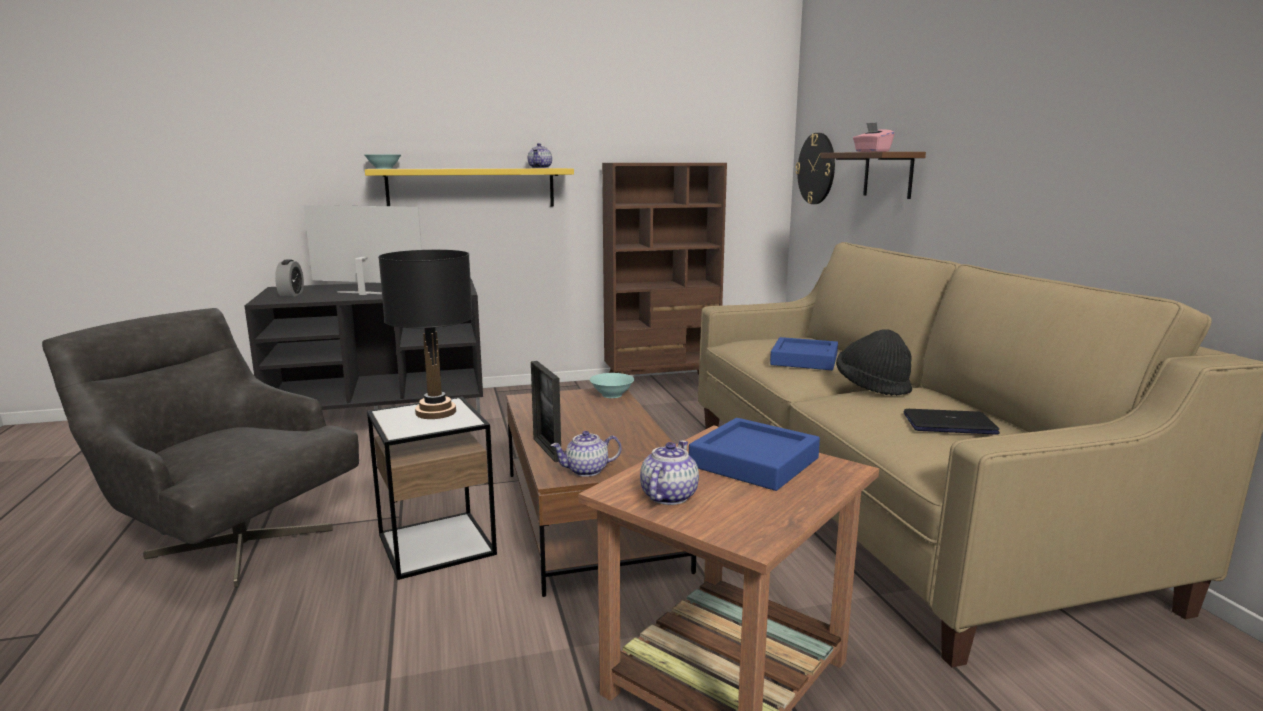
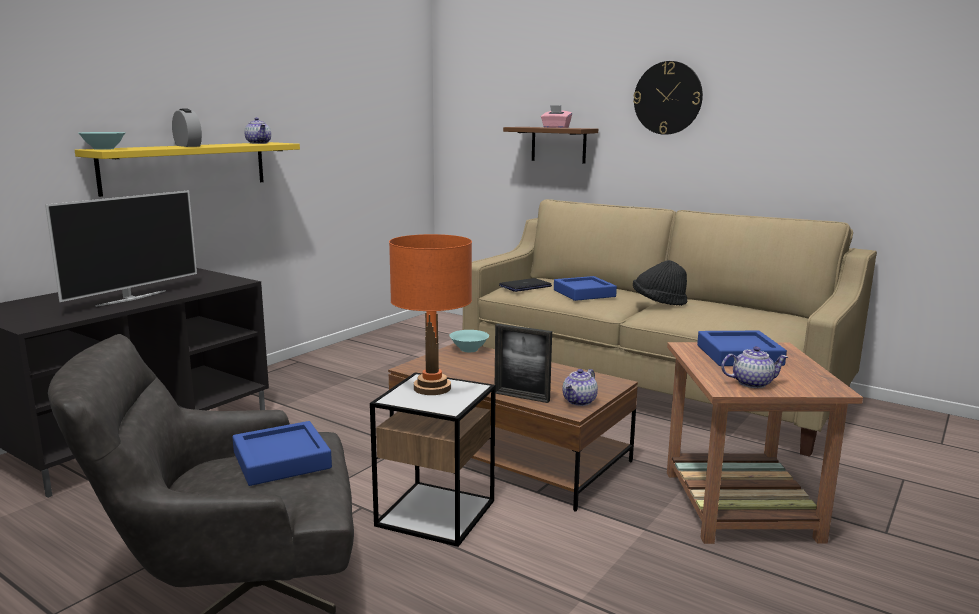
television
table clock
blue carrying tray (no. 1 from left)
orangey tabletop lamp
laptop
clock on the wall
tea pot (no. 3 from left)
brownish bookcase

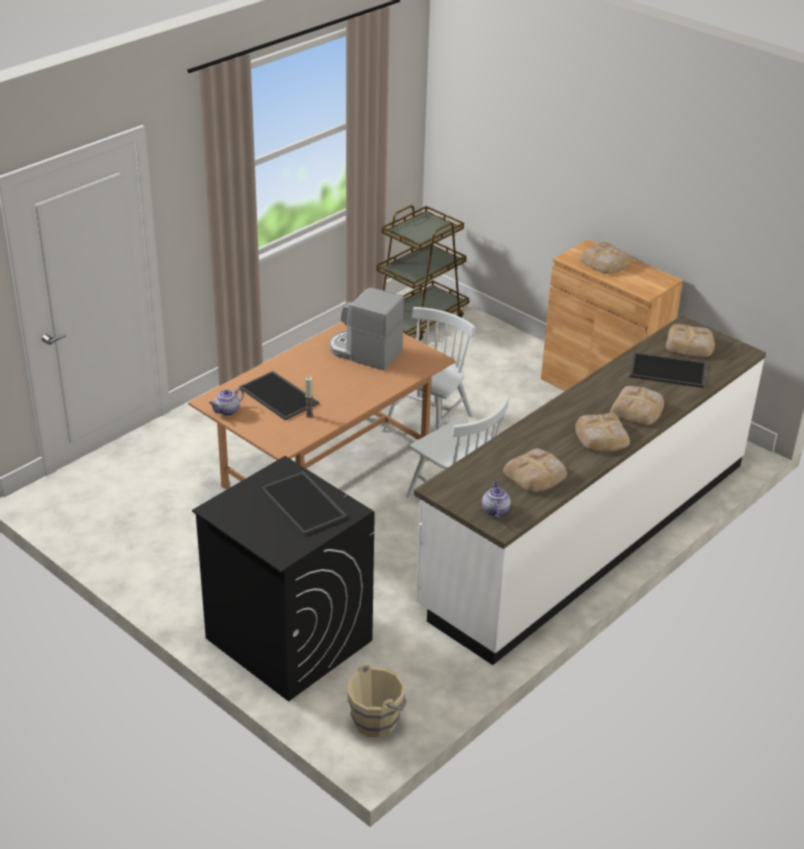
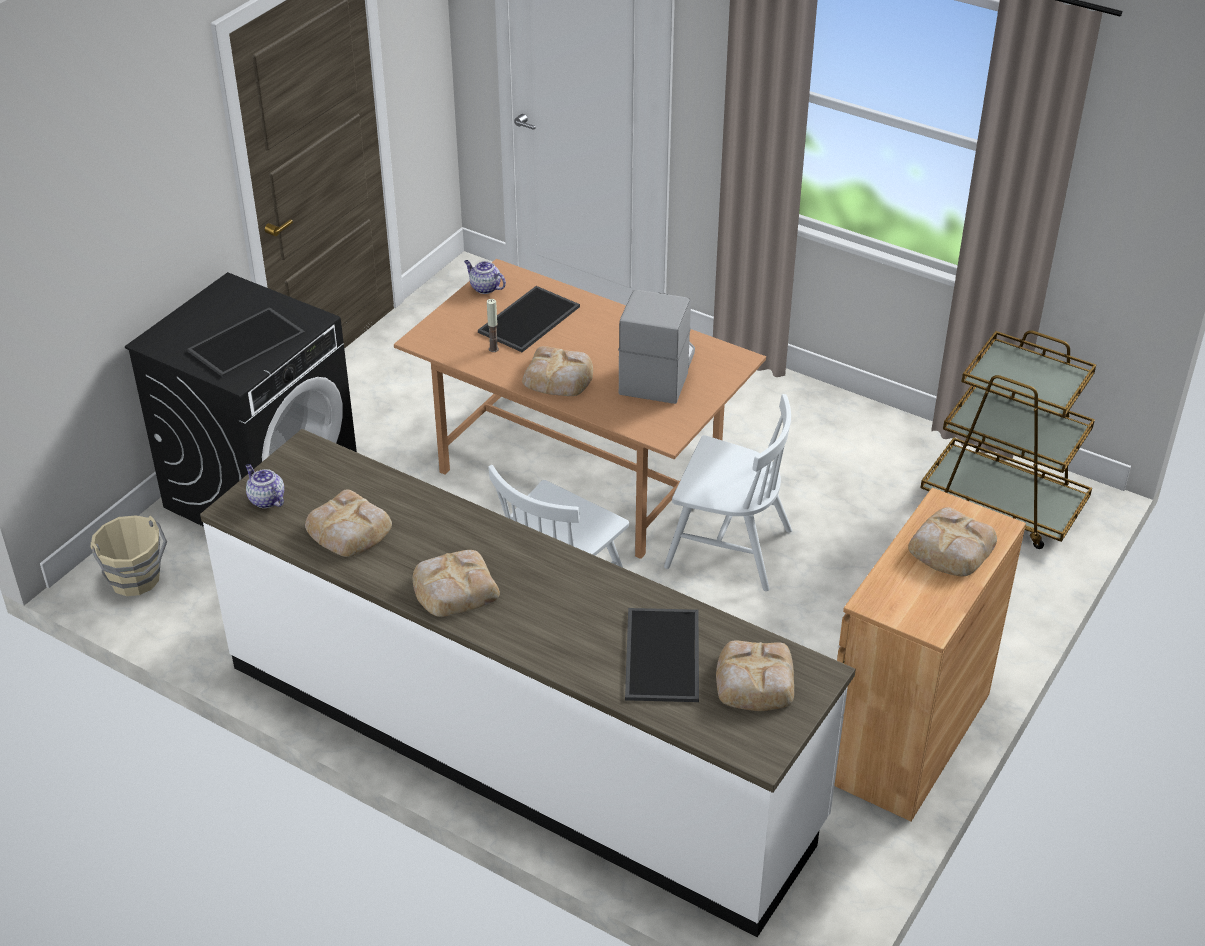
tea pot (no. 1 from left)
bread (no. 3 from left)

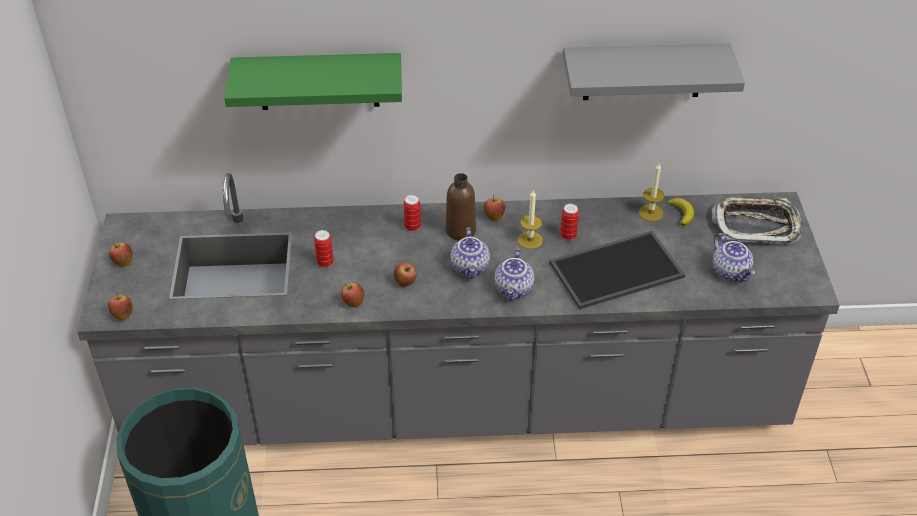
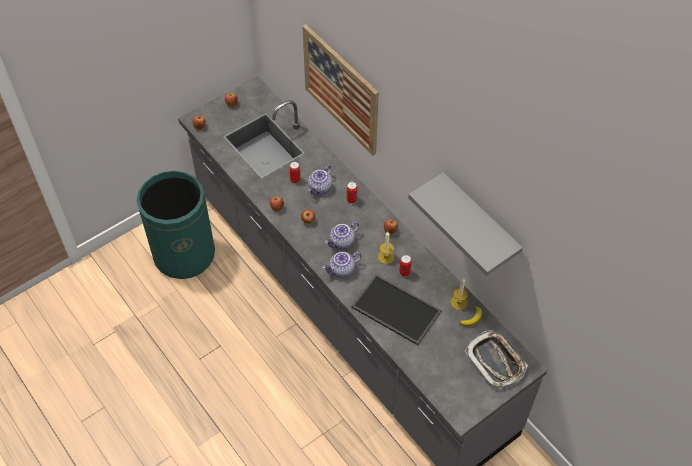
wall picture
tea pot (no. 1 from left)
brownish drink bottle

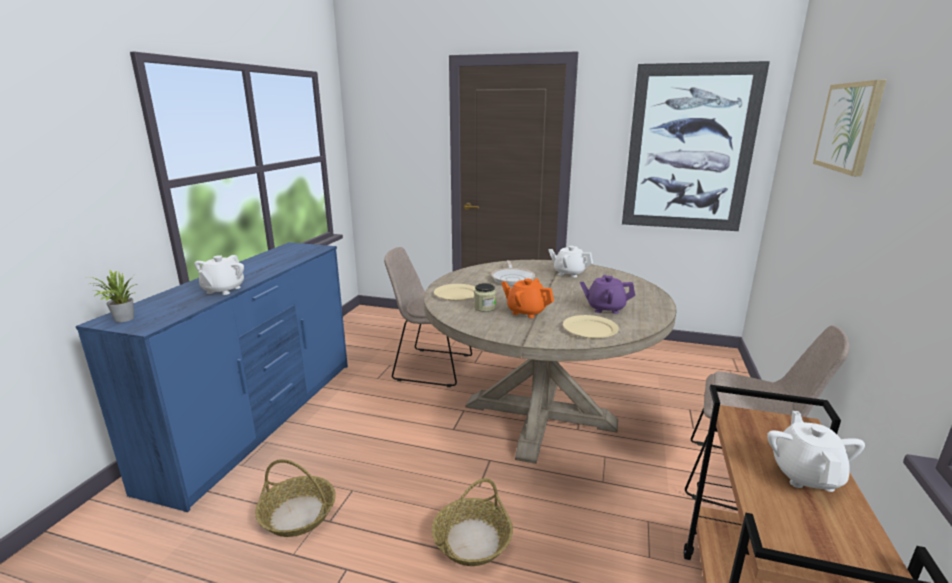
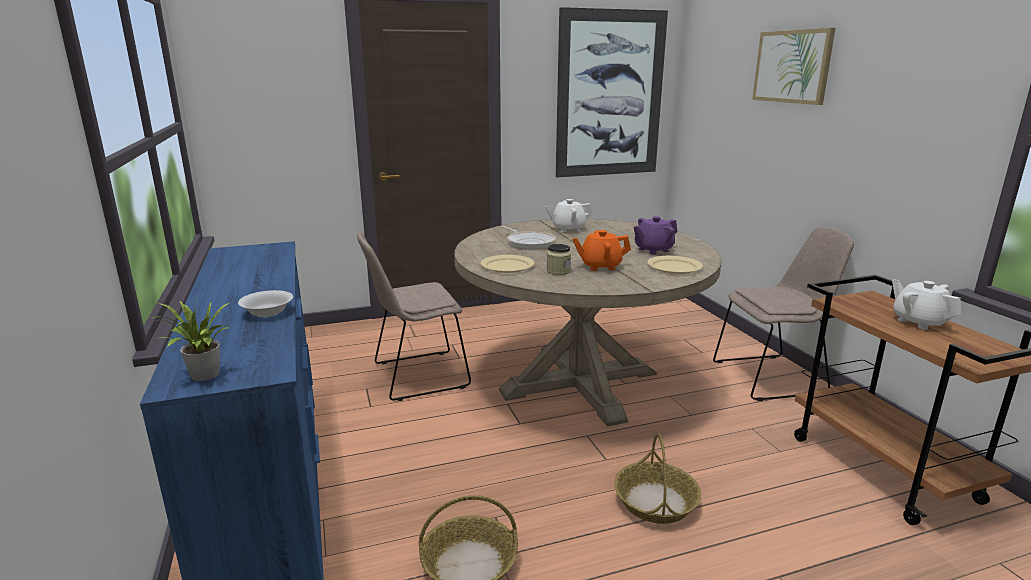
white serving bowl

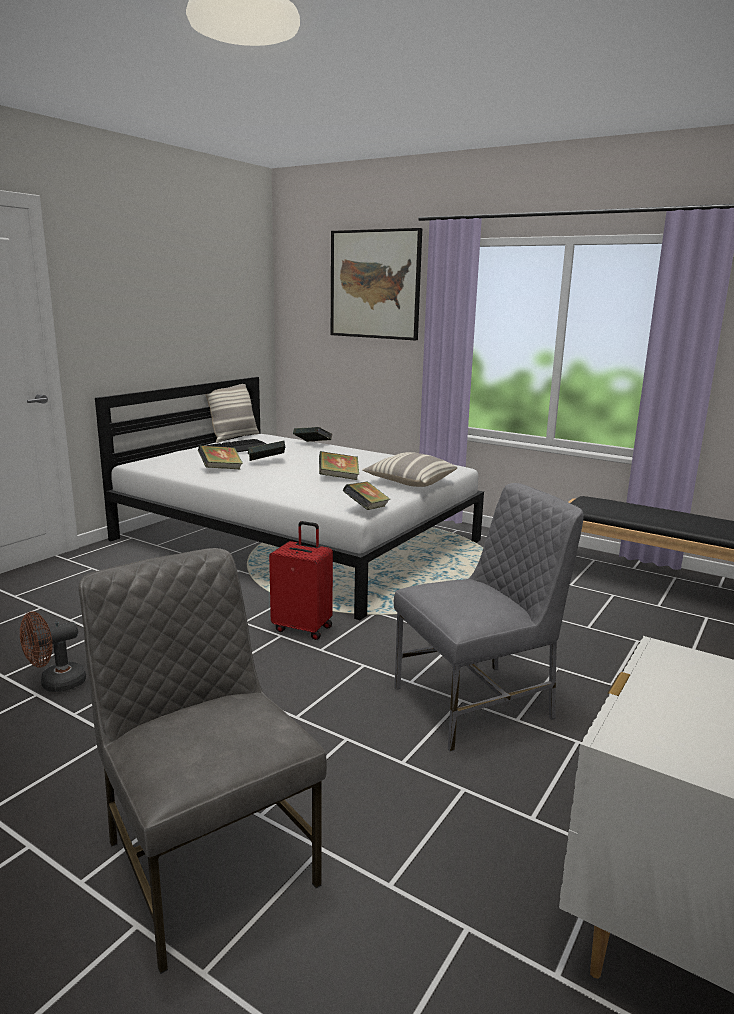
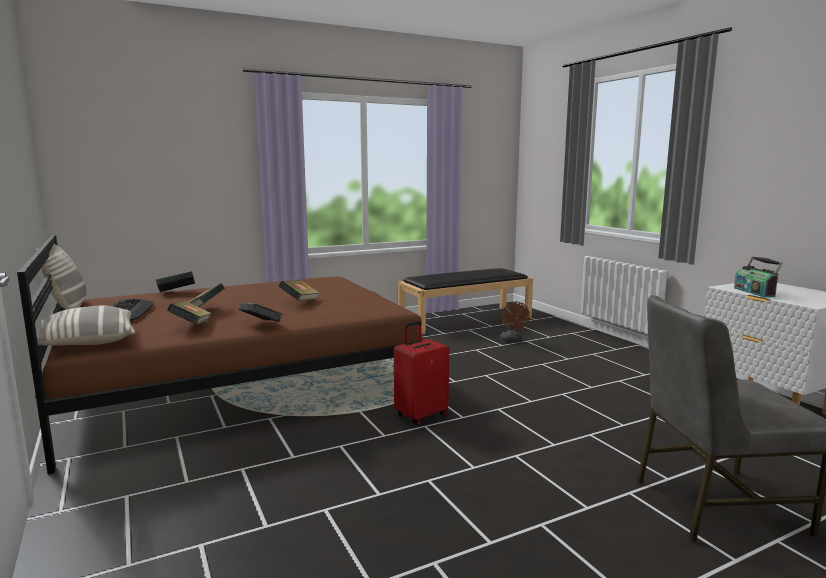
brownish sleeping bed
throw pillow (no. 2 from left)
book (no. 4 from left)
brownish cooling fan
radio set
wall picture
gray chair (no. 2 from left in the first image)

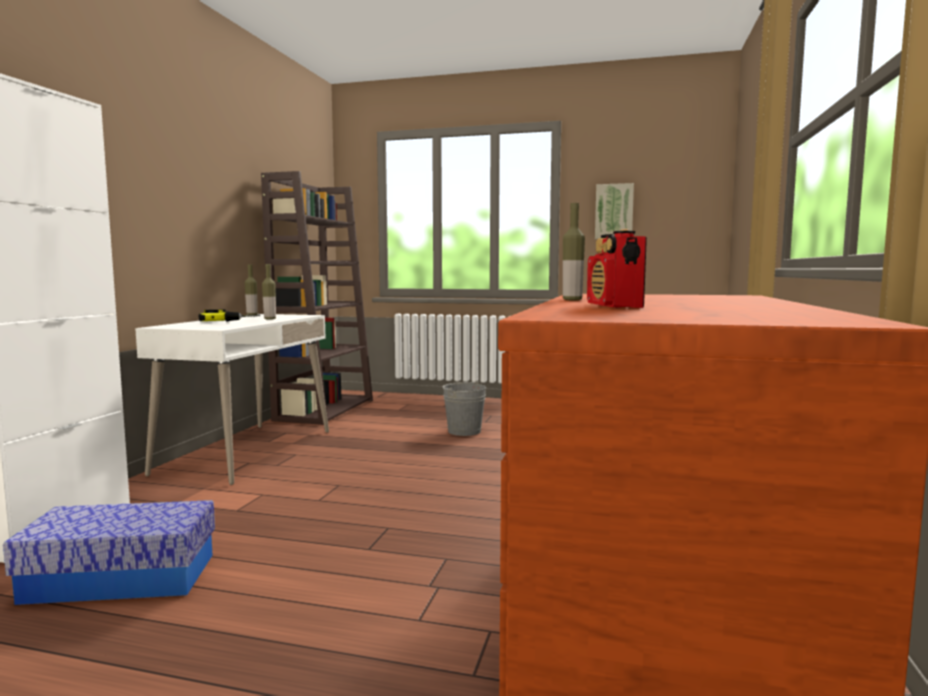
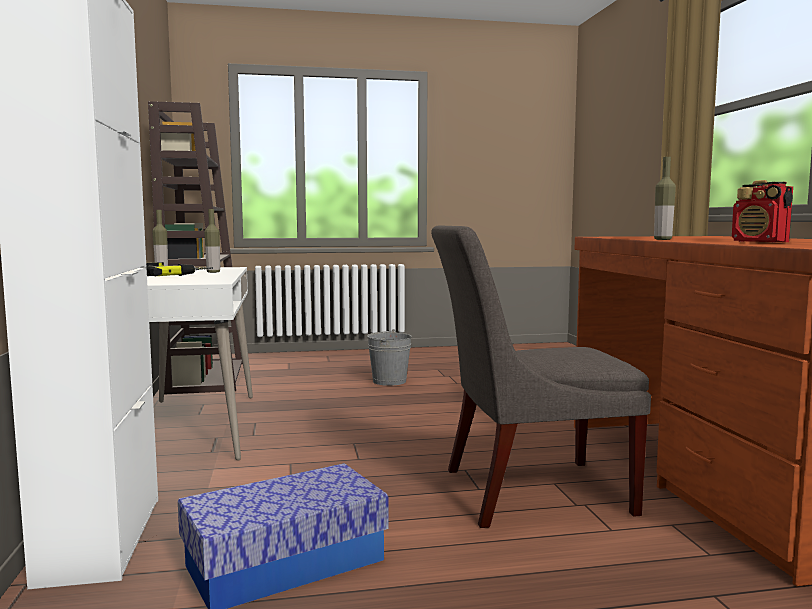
gray chair
wall picture

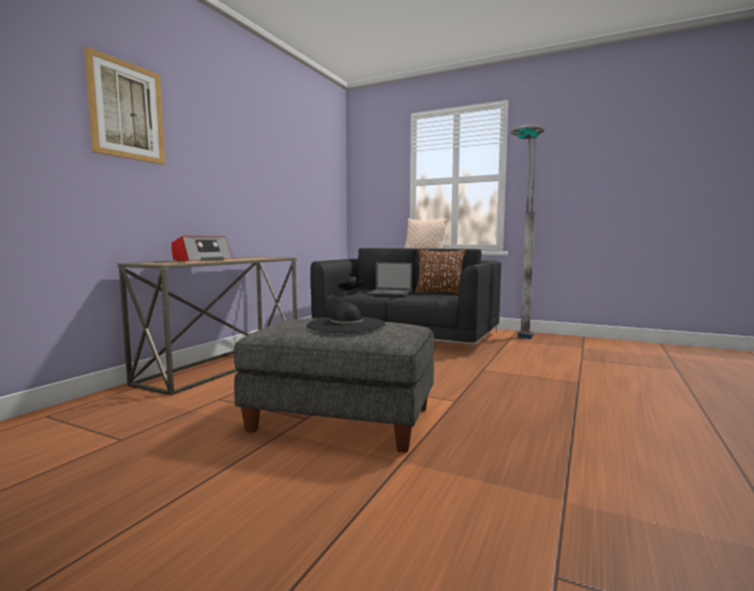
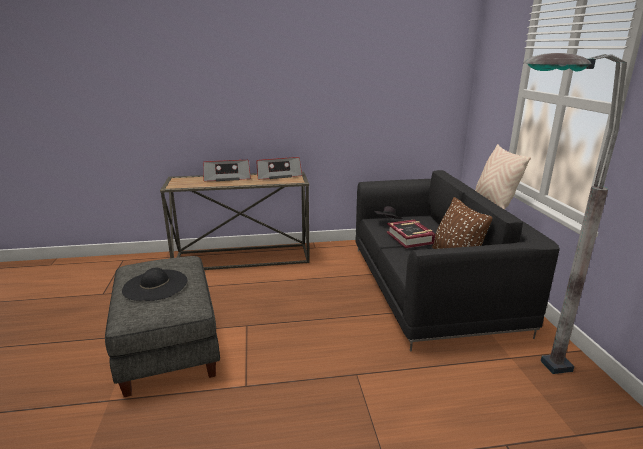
radio set (no. 2 from left)
book
wall picture

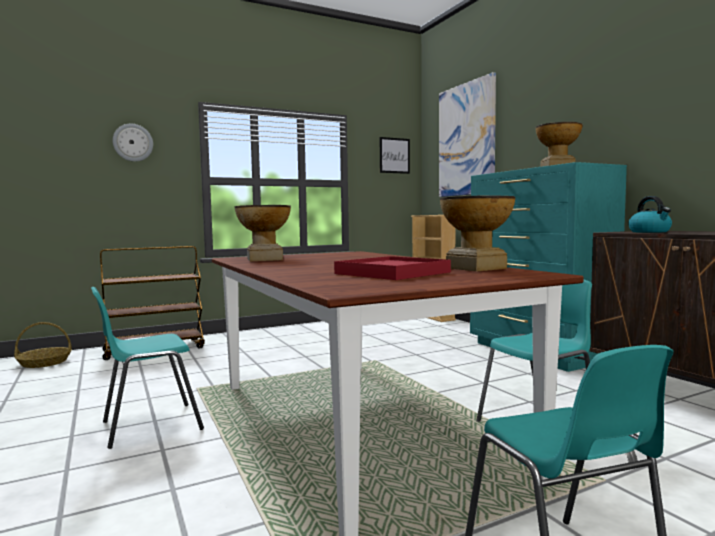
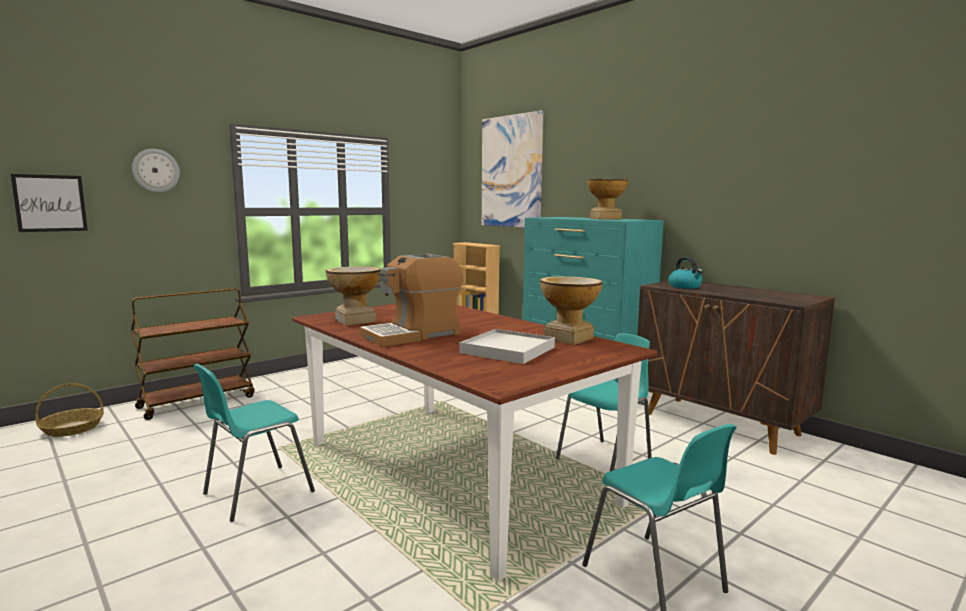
wall picture (no. 1 from left)
coffee maker
white carrying tray

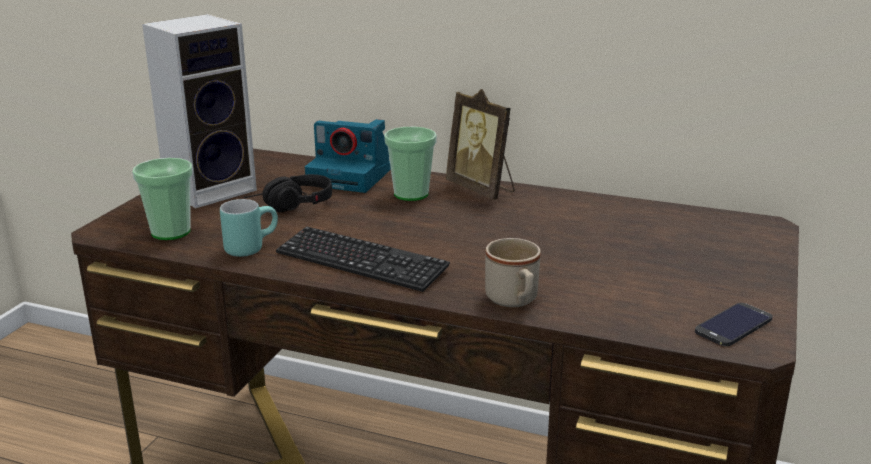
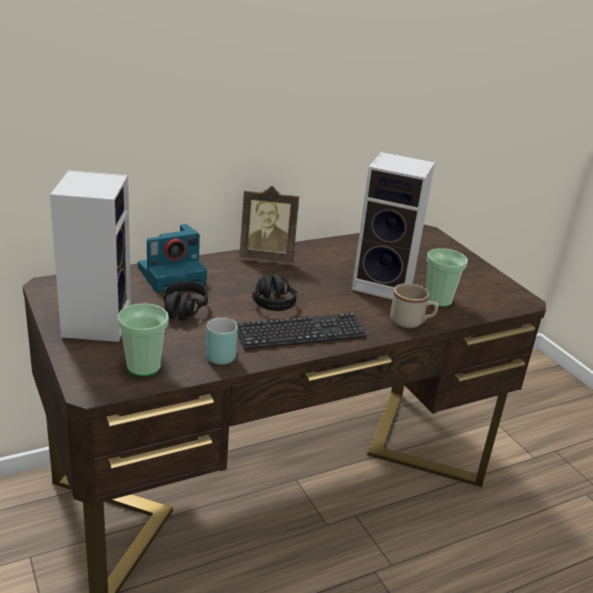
blackish headset (no. 2 from left)
speaker (no. 2 from left)
small cup (no. 2 from left)
phone

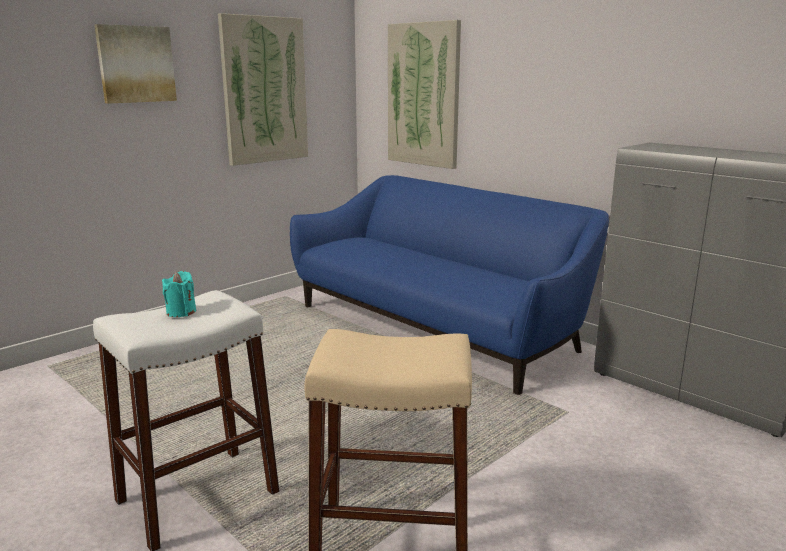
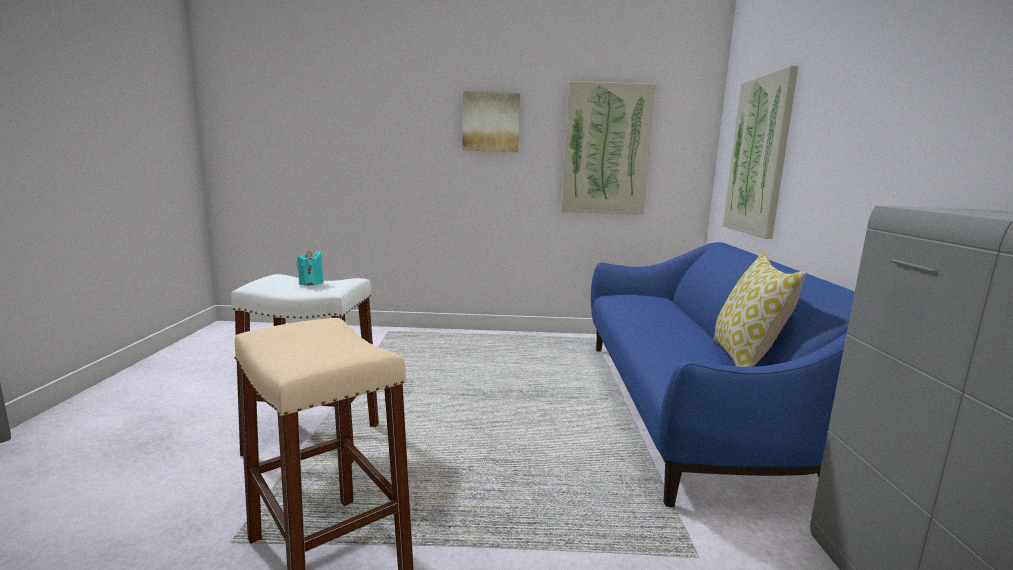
throw pillow

